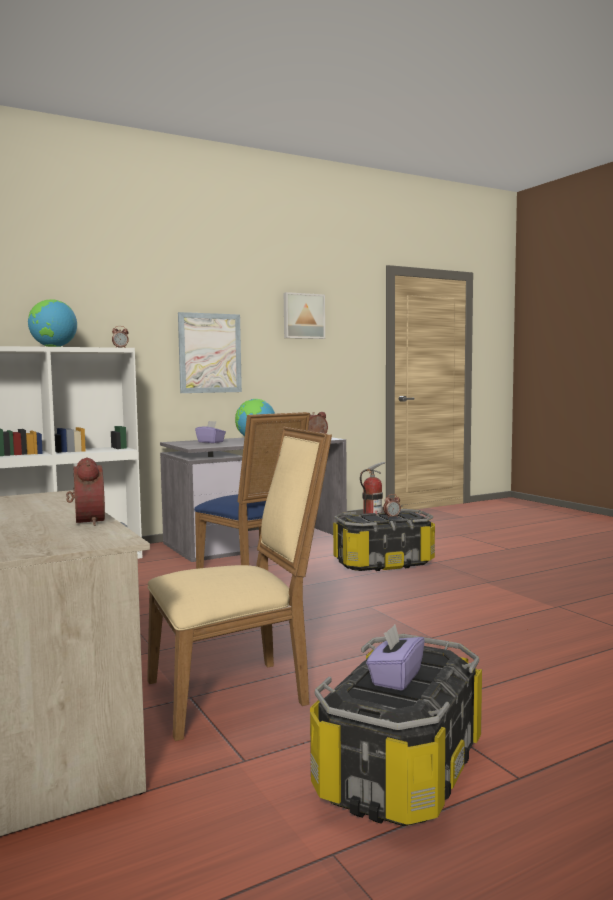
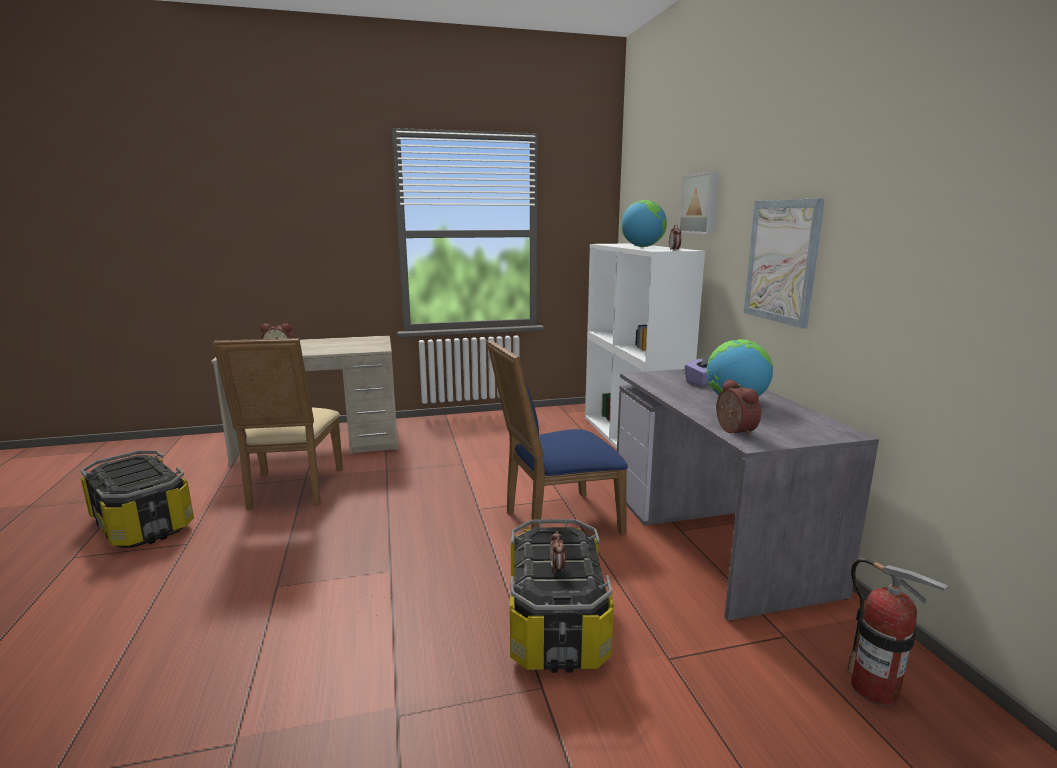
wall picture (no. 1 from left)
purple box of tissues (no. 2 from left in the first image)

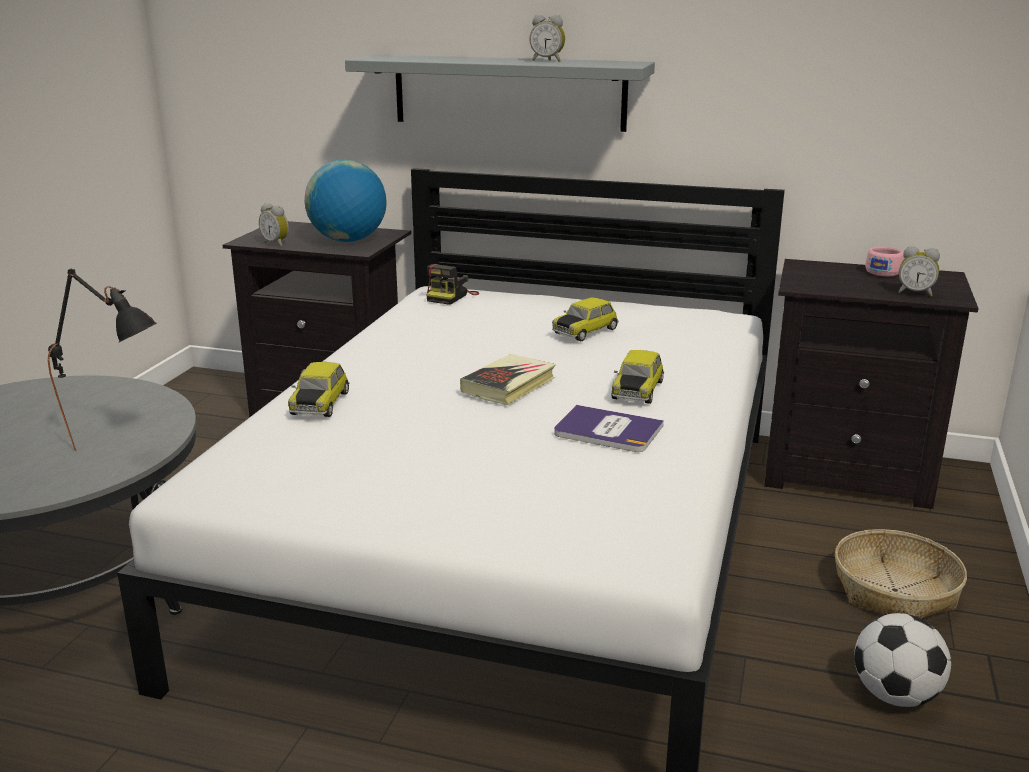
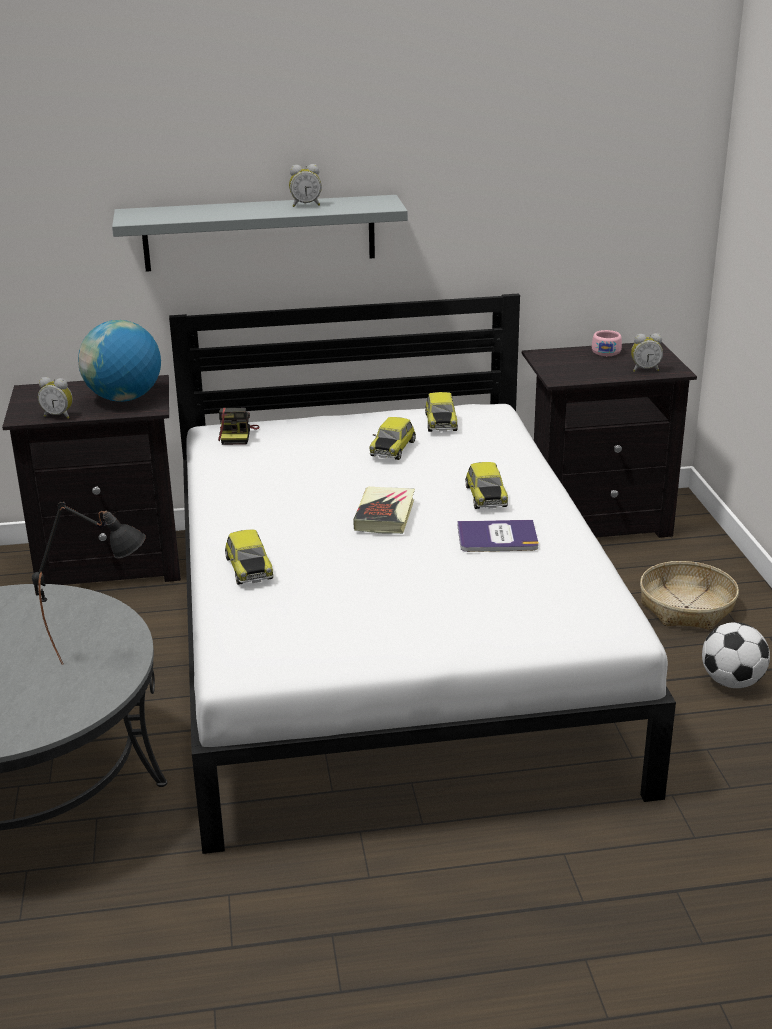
model car (no. 3 from left)

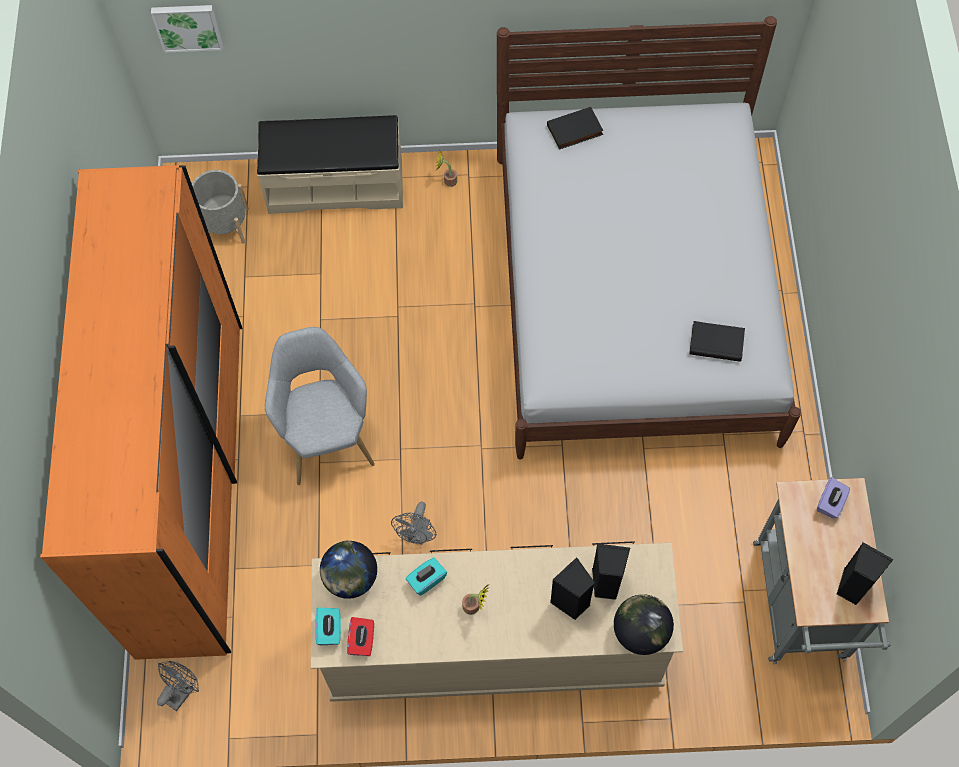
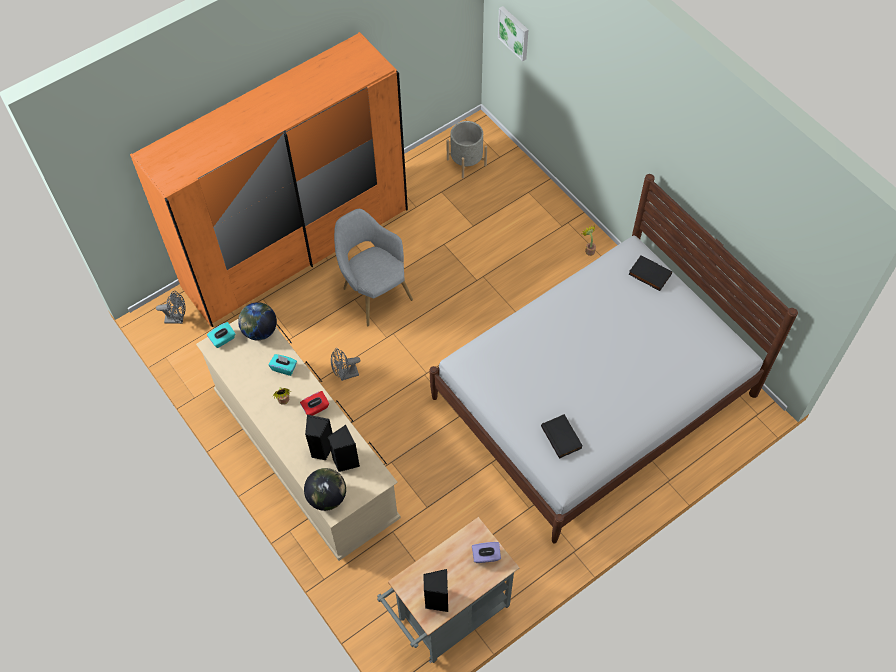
red-coloured box of tissues
gray easy chair
beige-coloured indoor bench

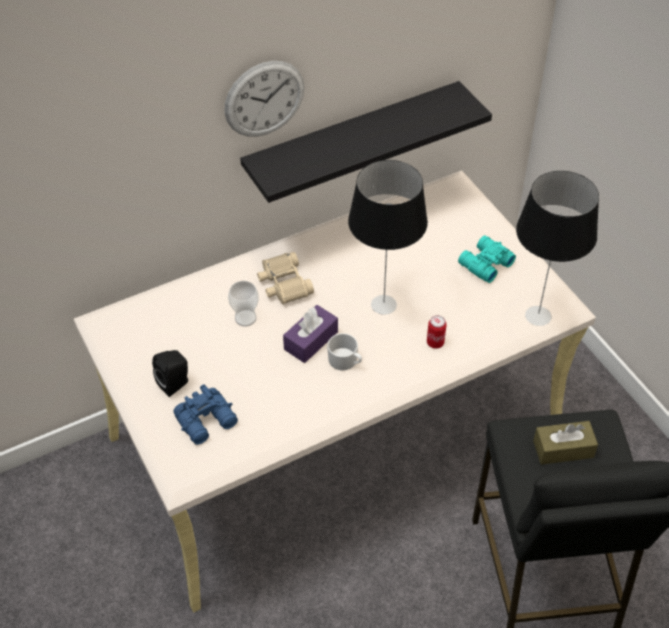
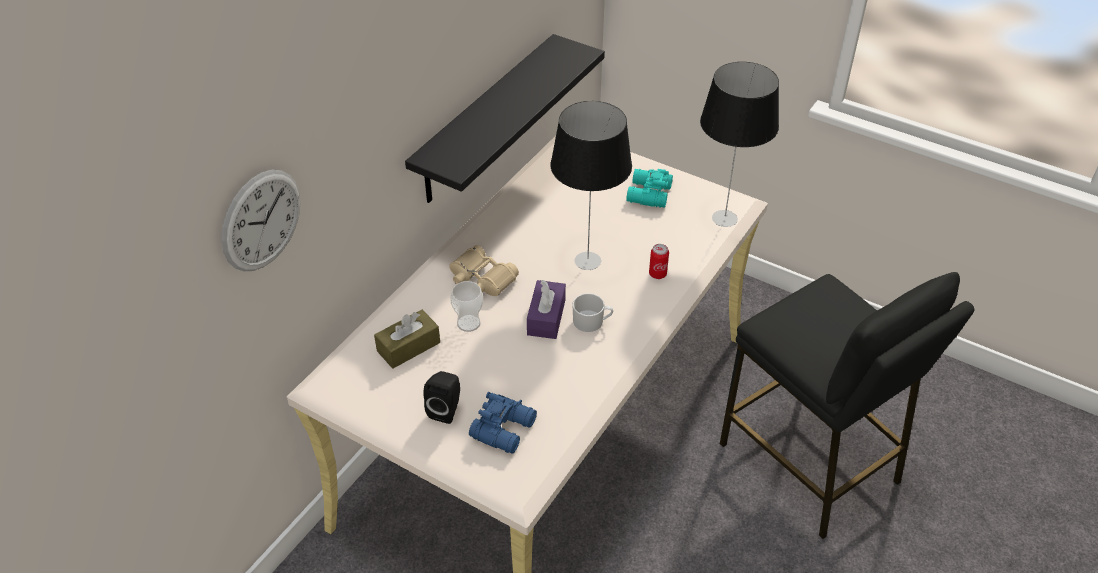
clock on the wall
brownish box of tissues

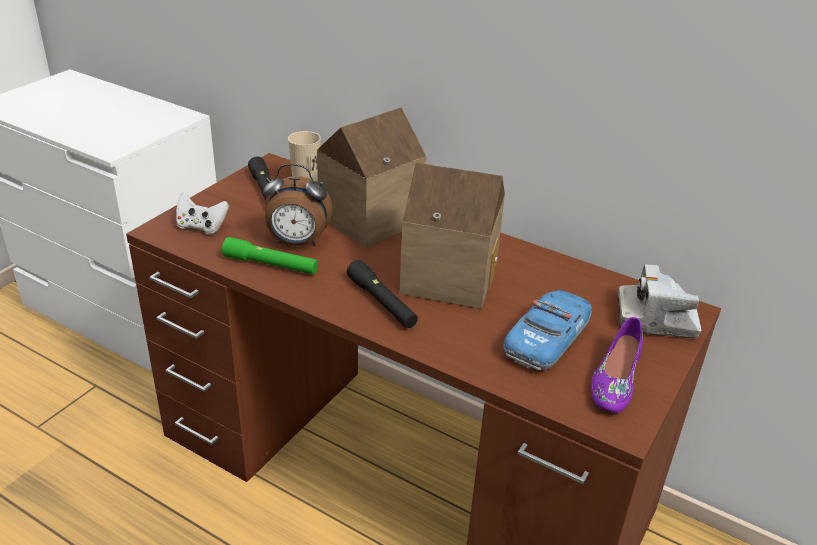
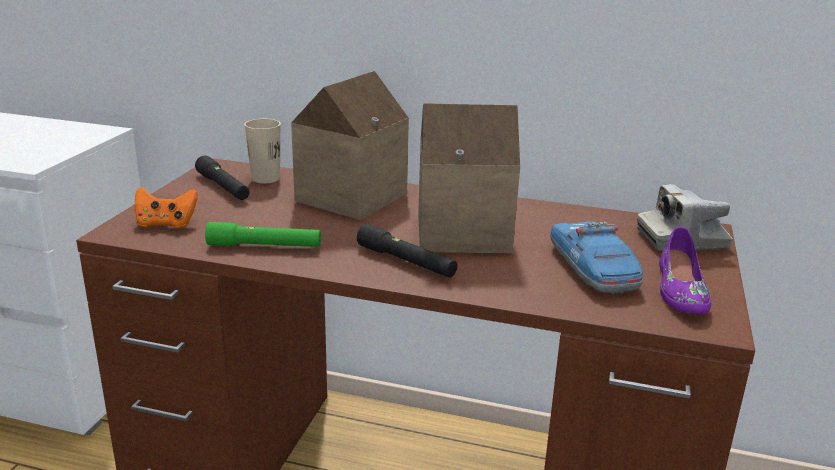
orangey gamepad
model car
table clock

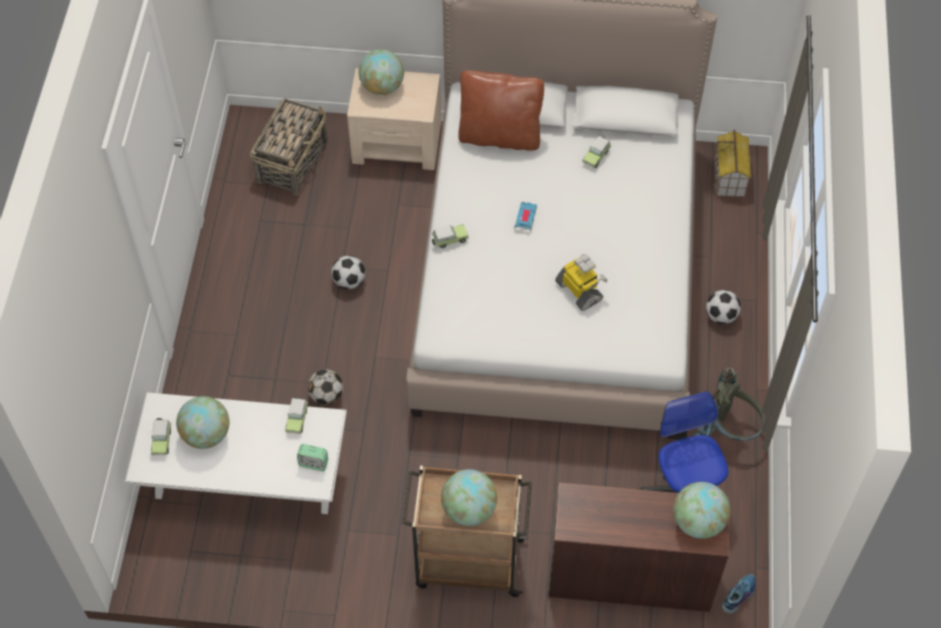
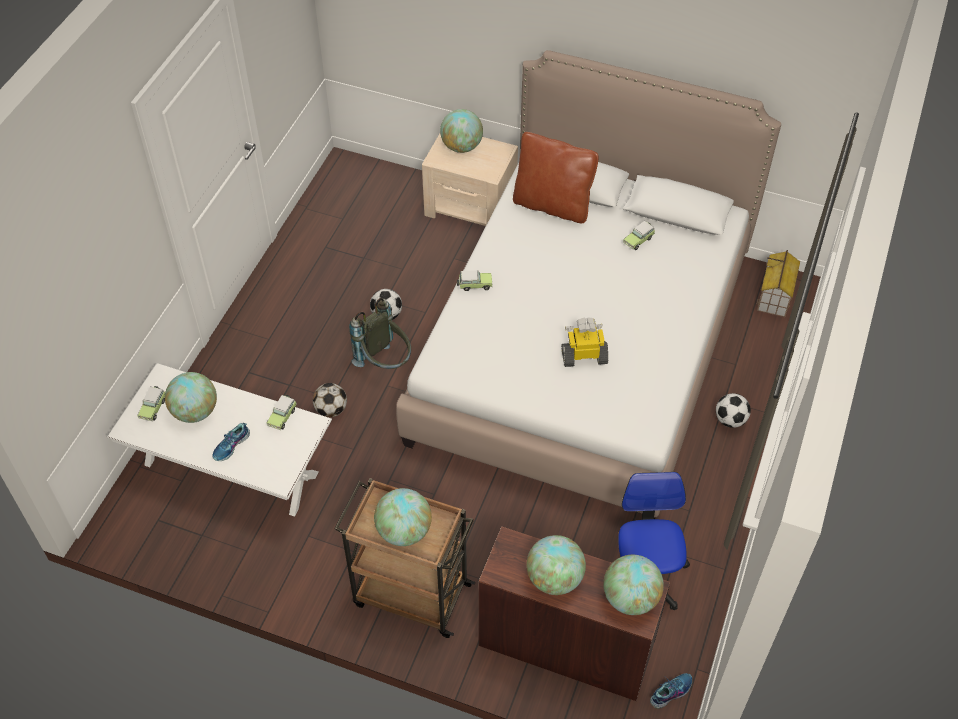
low shoe (no. 1 from left)
gray backpack
desk globe (no. 4 from left)
robot figure
household basket
table clock
model car (no. 4 from left in the first image)

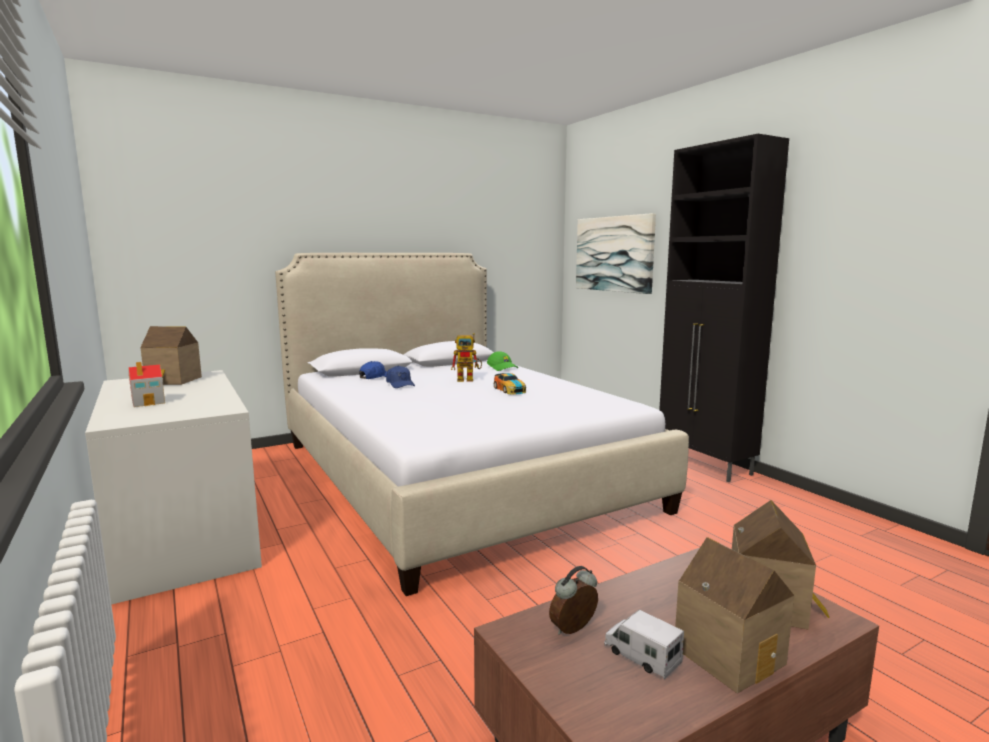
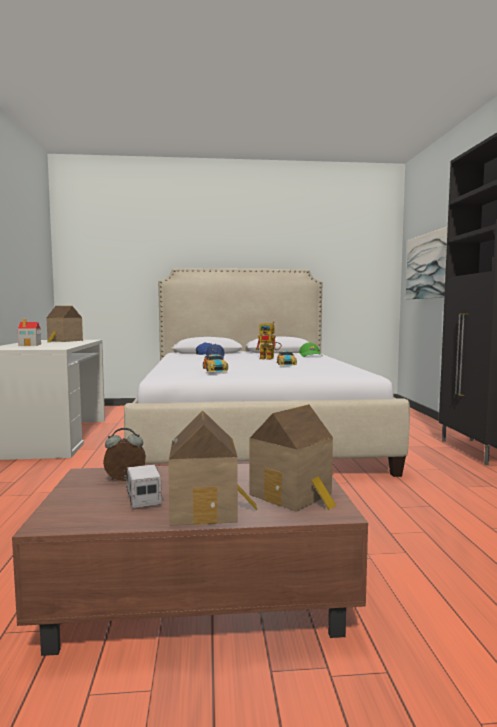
model car (no. 1 from left)

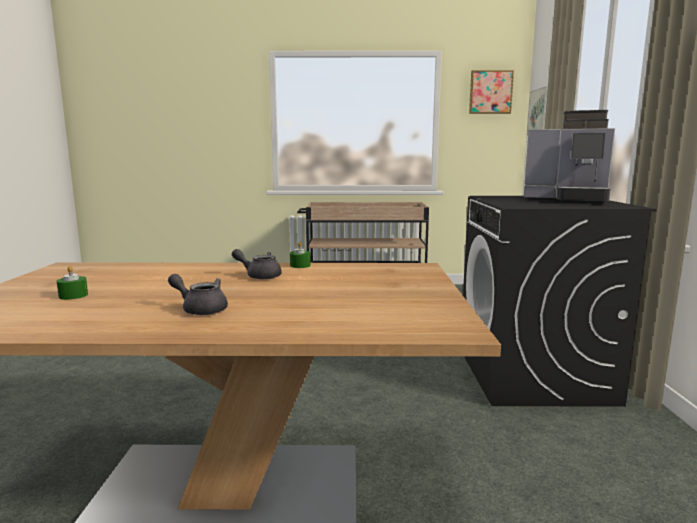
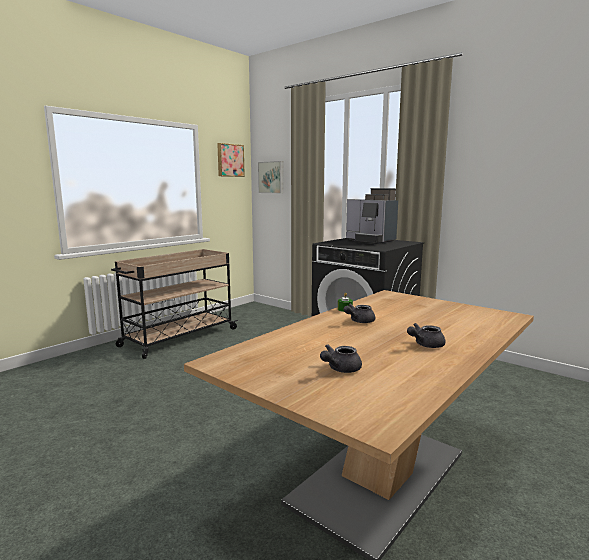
gray tea pot (no. 1 from left)
coffee maker

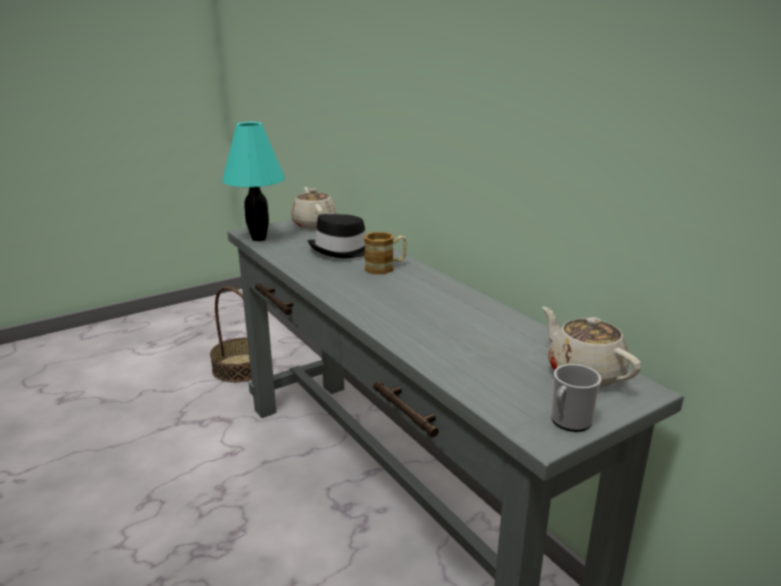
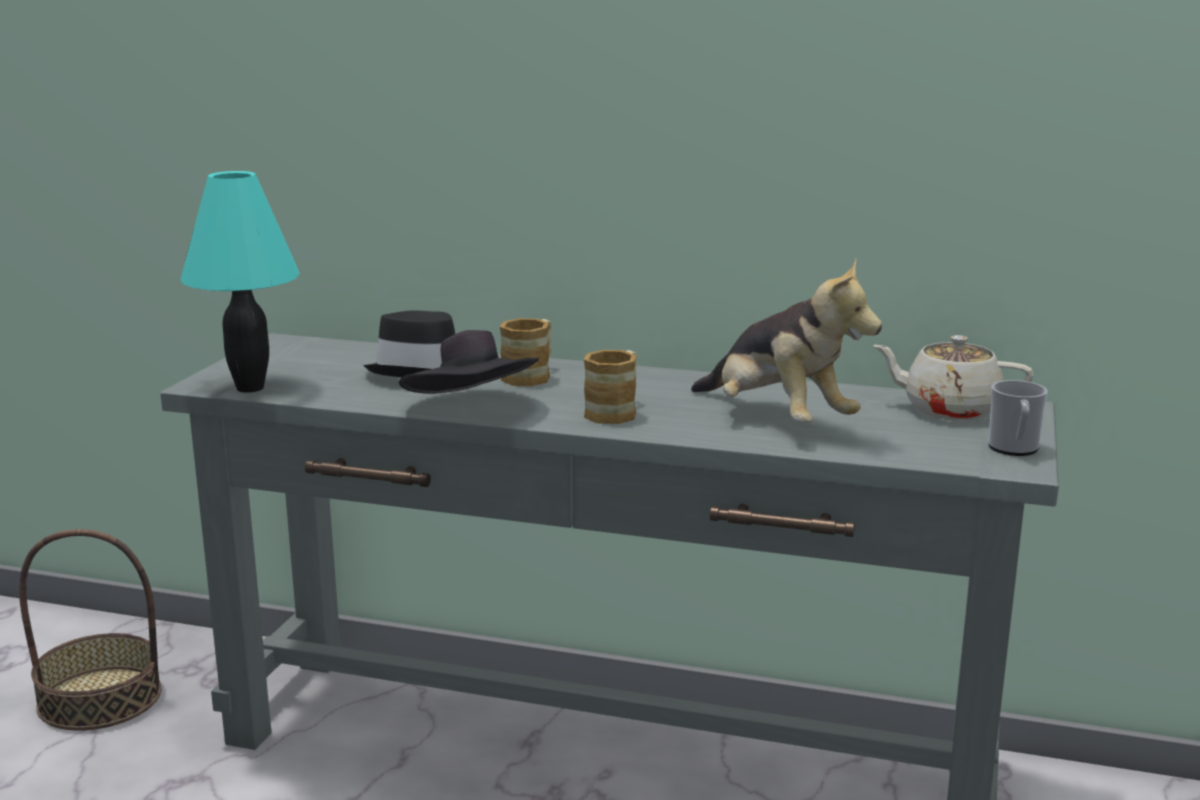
blackish wearable hat (no. 2 from left)
mug (no. 2 from left)
soft toy
beige-coloured tea pot (no. 1 from left in the first image)

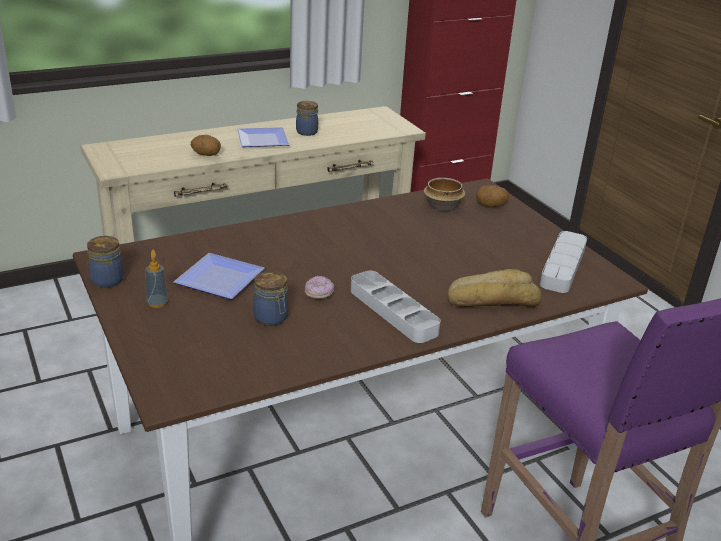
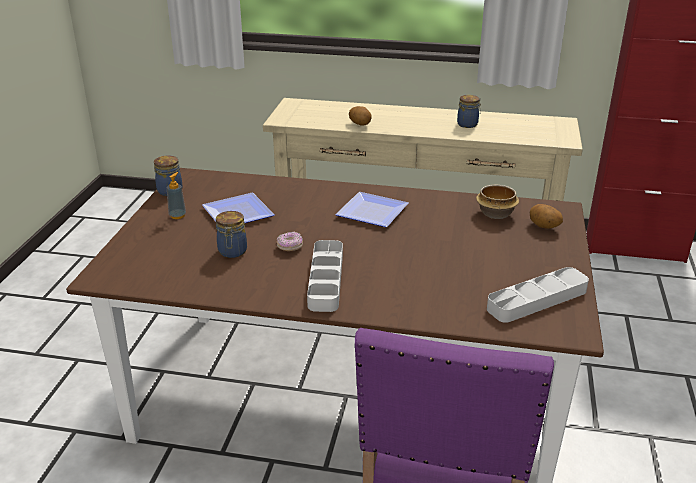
plate (no. 2 from left)
bread

